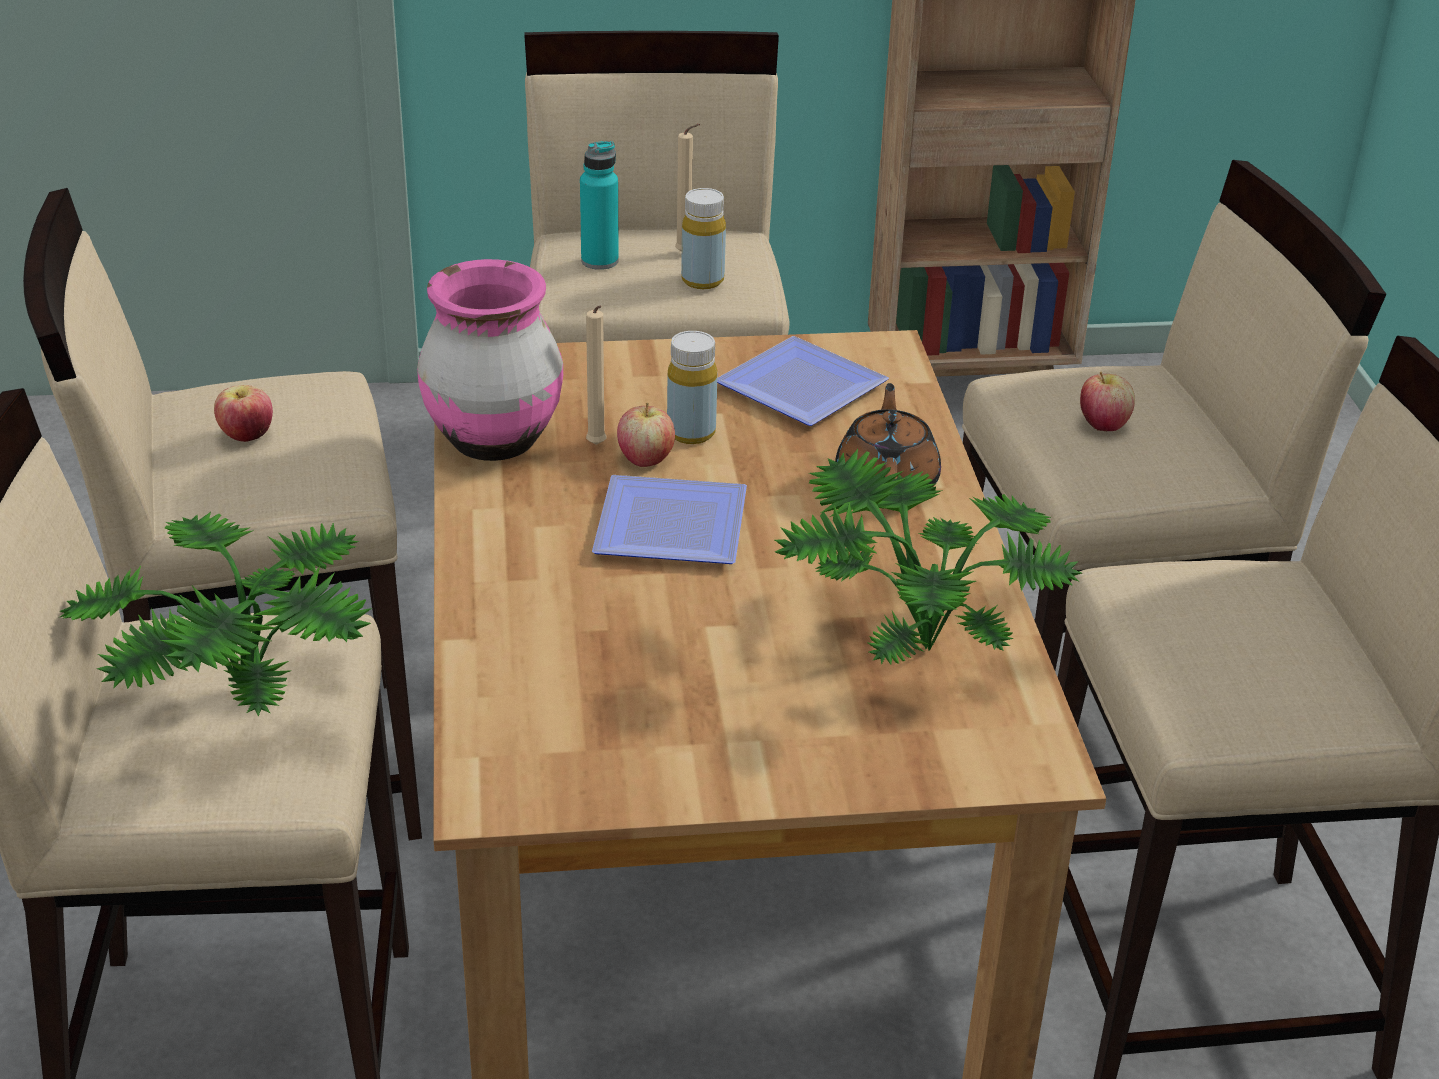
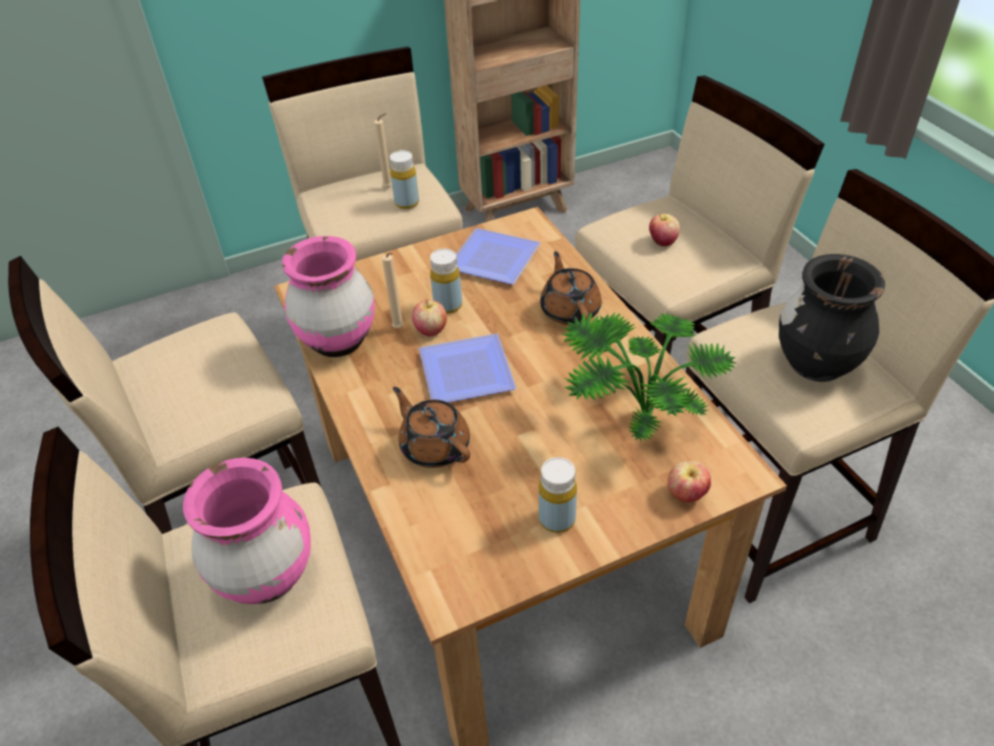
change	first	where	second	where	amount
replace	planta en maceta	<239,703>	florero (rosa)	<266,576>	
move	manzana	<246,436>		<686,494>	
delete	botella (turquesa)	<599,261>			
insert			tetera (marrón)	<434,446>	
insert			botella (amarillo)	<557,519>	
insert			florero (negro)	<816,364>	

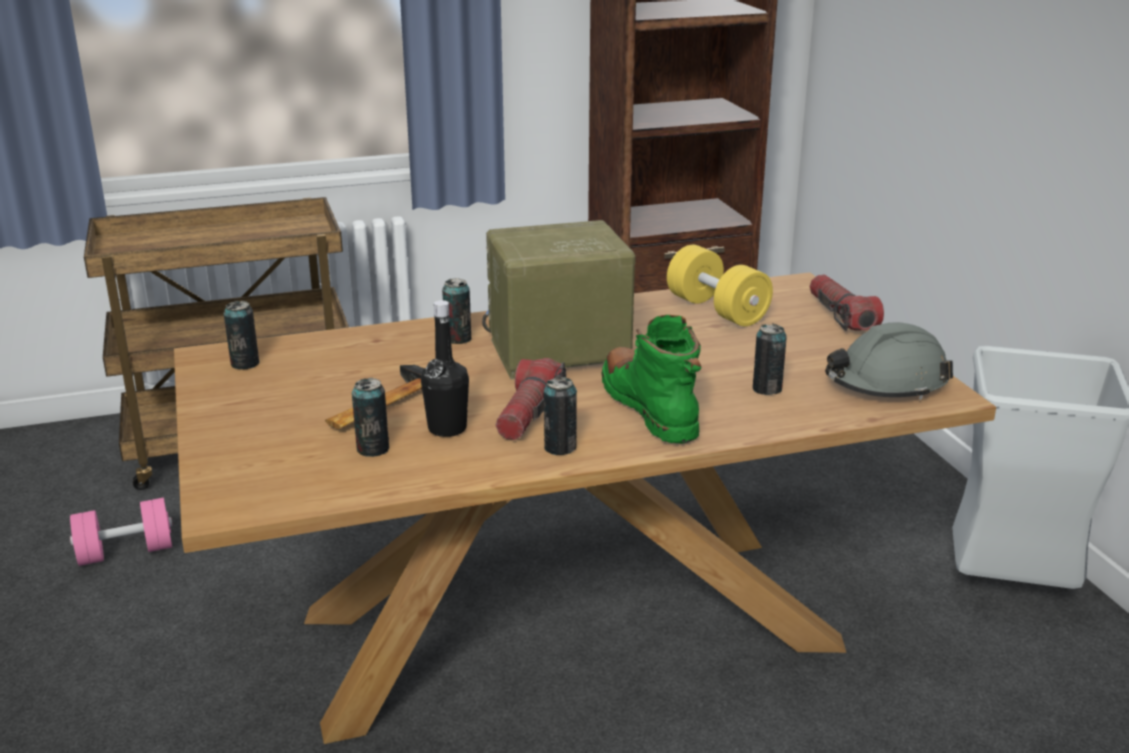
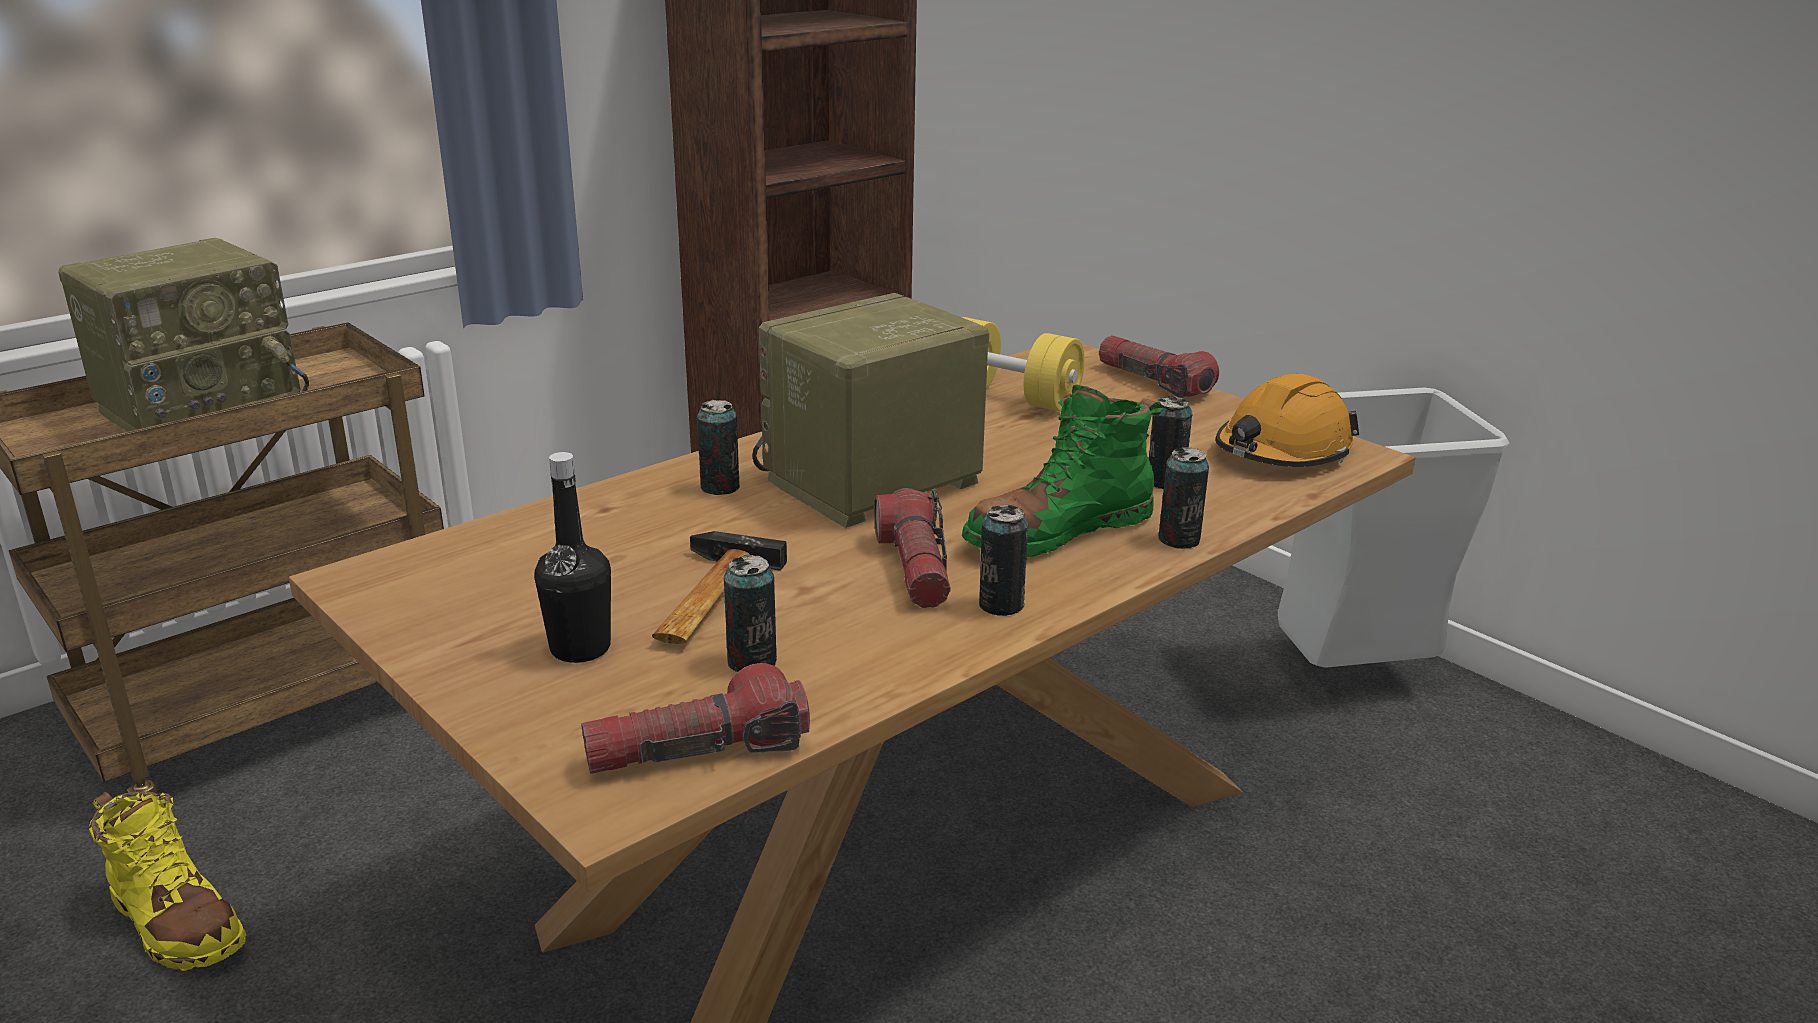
change	first	where	second	where	amount
replace	mancuerna (rosa)	<126,552>	bota (amarillo)	<176,924>	
move	lata	<245,364>		<1179,539>	
move	botella (negro)	<447,428>		<580,648>	
rotate	bota (verde)	<650,409>		<1058,532>	75 degrees counterclockwise
recolor	casco (gris)	<886,383>	casco (naranja)	<1282,451>	
insert			radio	<202,406>	
insert			linterna	<698,752>	

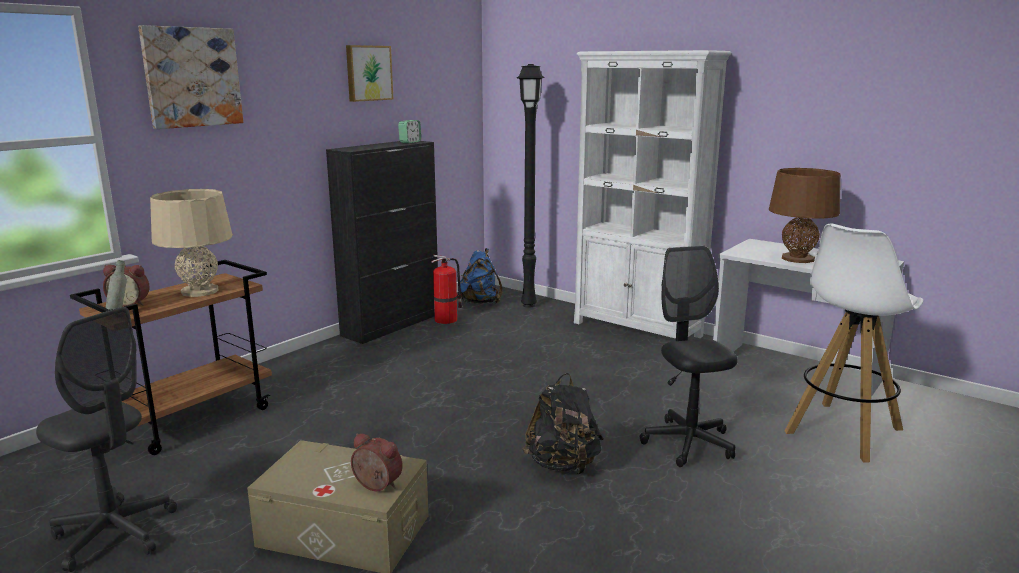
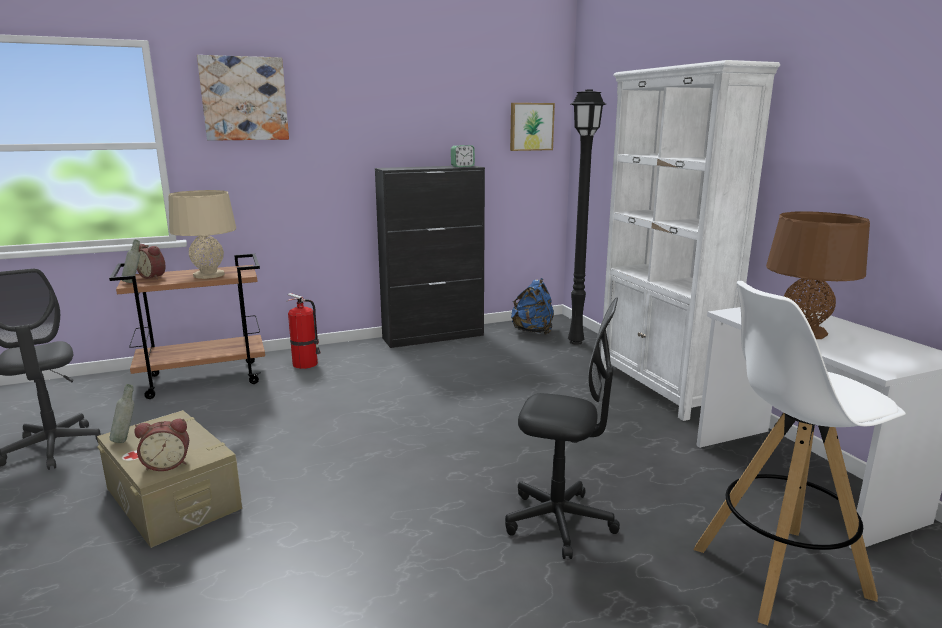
change	first	where	second	where	amount
move	cuadro	<368,73>		<531,126>	
rotate	despertador	<375,486>		<167,464>	105 degrees clockwise
move	extintor	<447,319>		<306,364>	
delete	mochila (negro)	<563,465>			
rotate	silla de oficina (negro)	<688,443>		<559,522>	90 degrees clockwise
insert			botella (gris)	<126,439>	

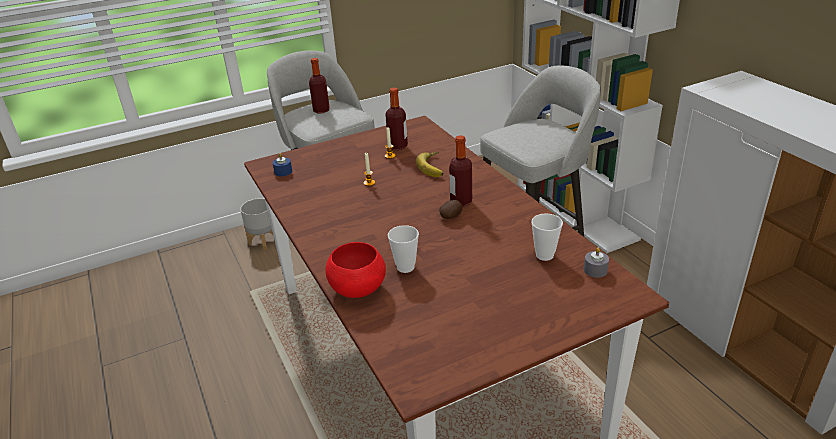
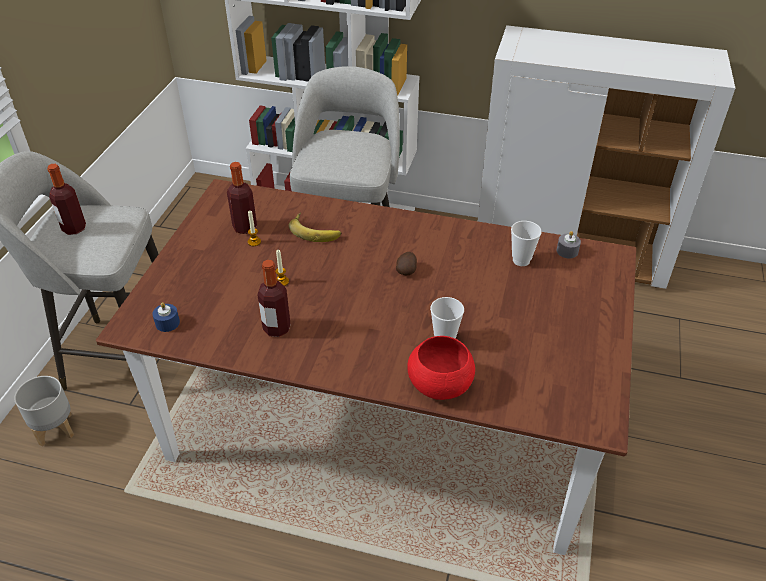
change	first	where	second	where	amount
move	botella	<461,201>		<276,328>	

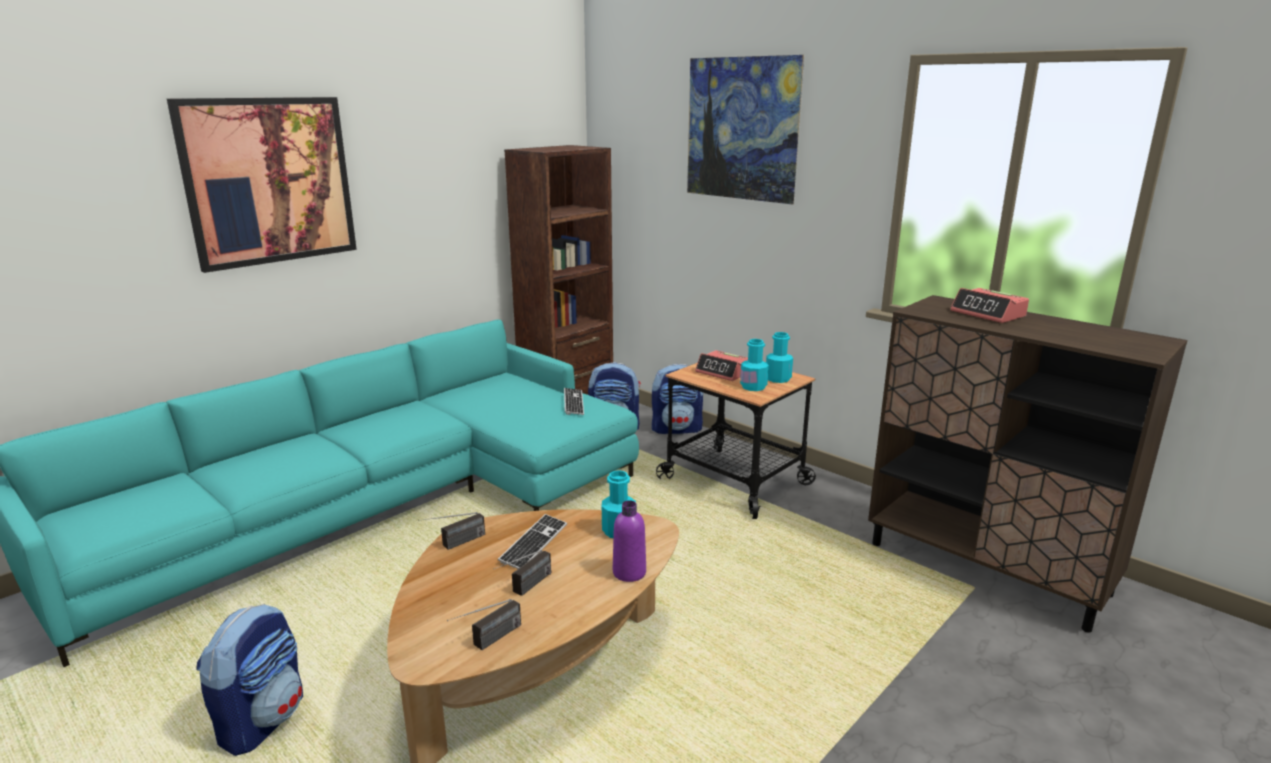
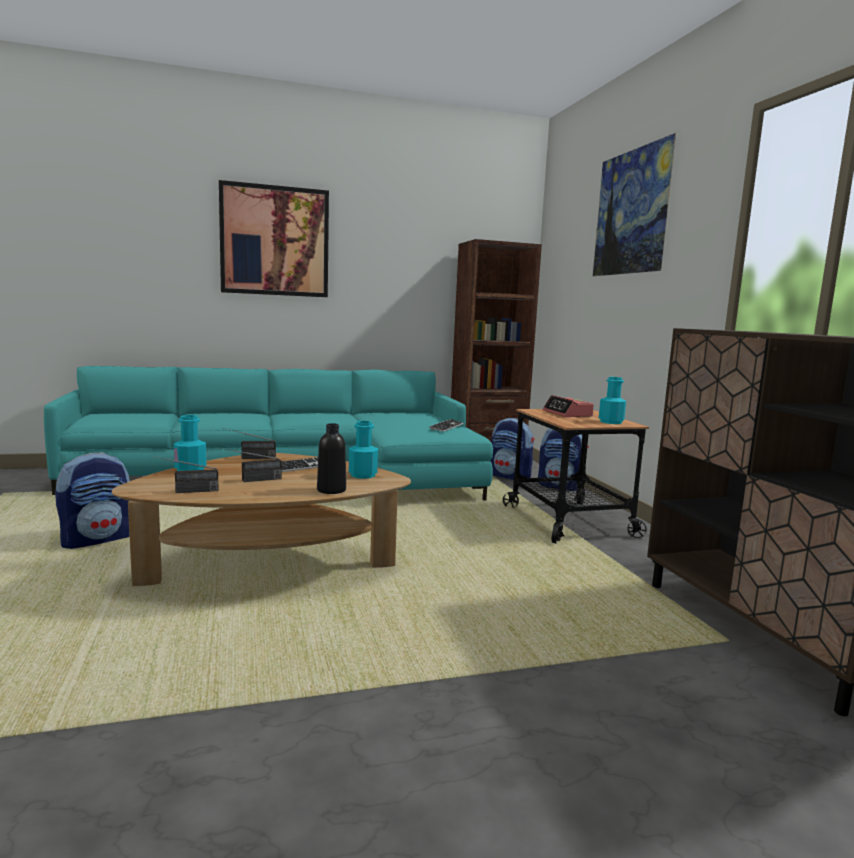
change	first	where	second	where	amount
recolor	botella (morado)	<629,572>	botella (negro)	<331,490>	
move	botella (turquesa)	<753,387>		<190,470>	
delete	despertador	<988,314>			

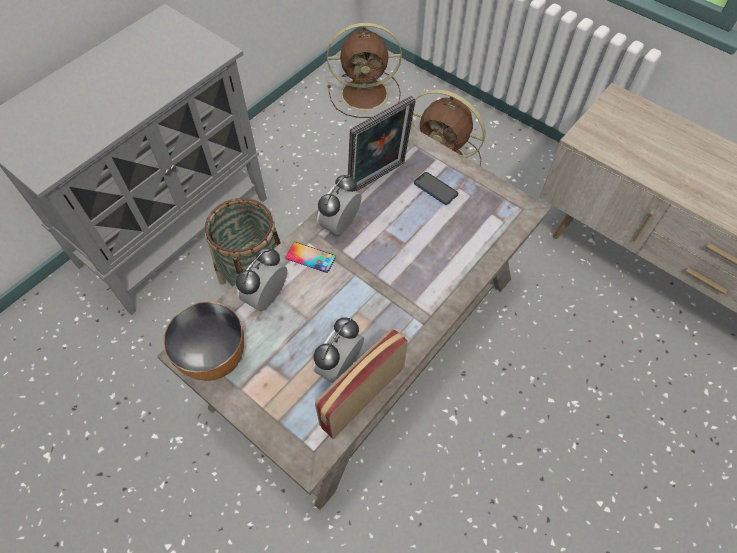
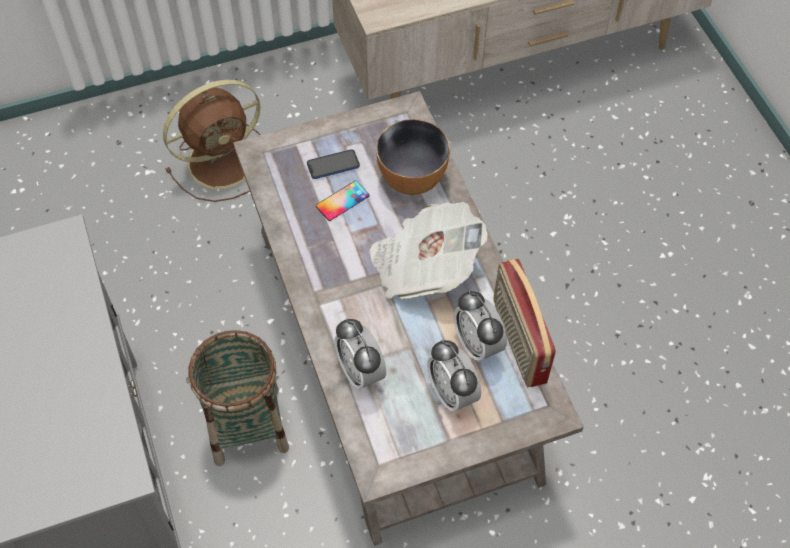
change	first	where	second	where	amount
move	cuenco	<215,358>		<412,178>	
move	móvil	<310,257>		<342,201>	
move	despertador	<340,225>		<452,393>	
delete	ventilador (marrón)	<366,94>			
delete	portarretratos	<378,179>			
insert			periódico	<424,266>	

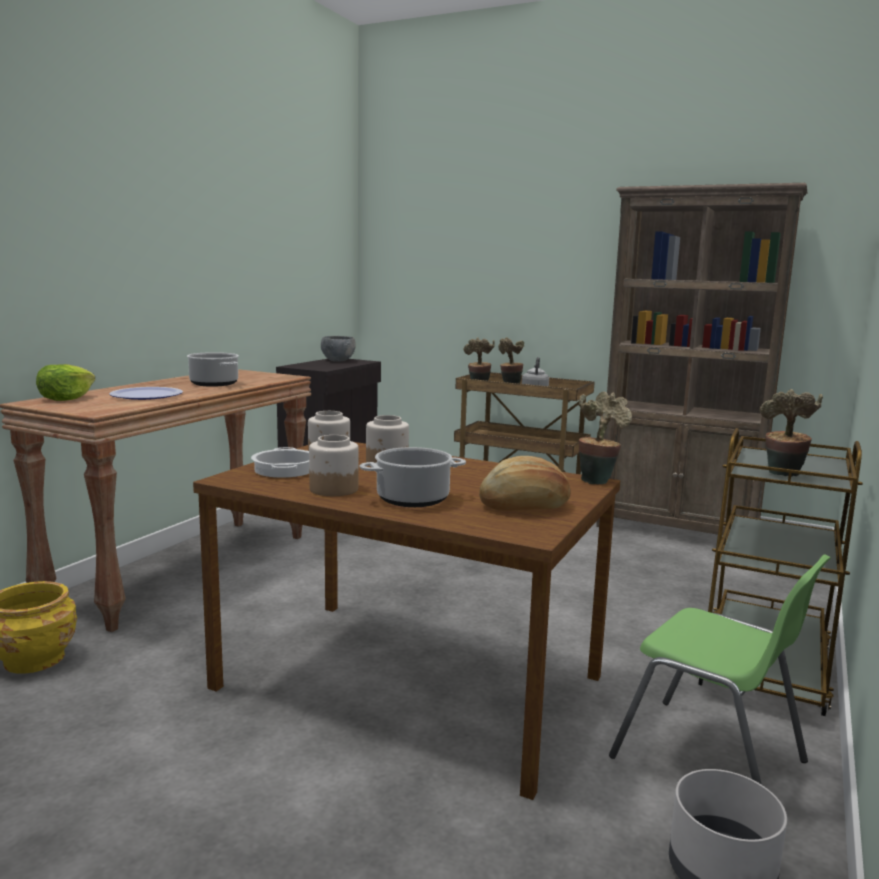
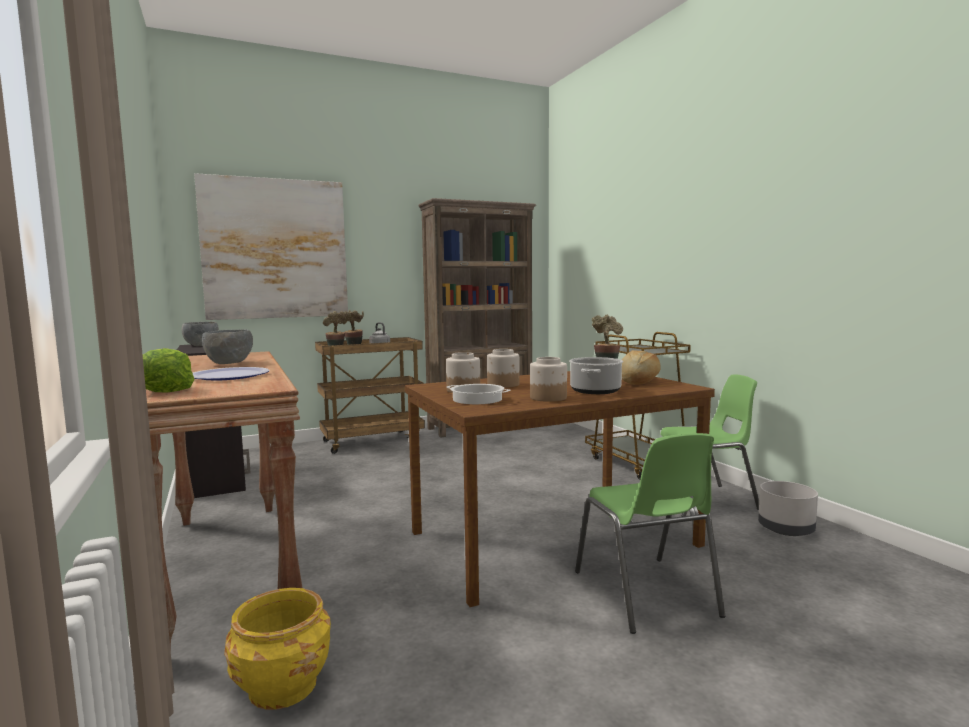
change	first	where	second	where	amount
replace	olla	<214,384>	cuenco (gris)	<230,363>	
delete	planta en maceta	<783,476>			
insert			cuadro	<275,249>	
insert			silla (verde)	<646,594>	

